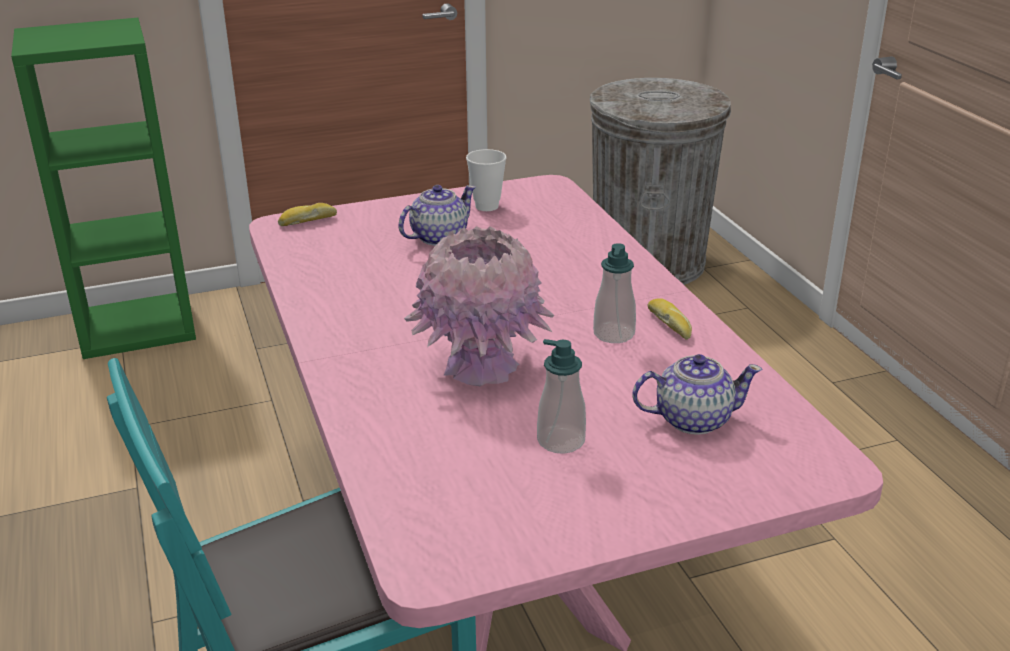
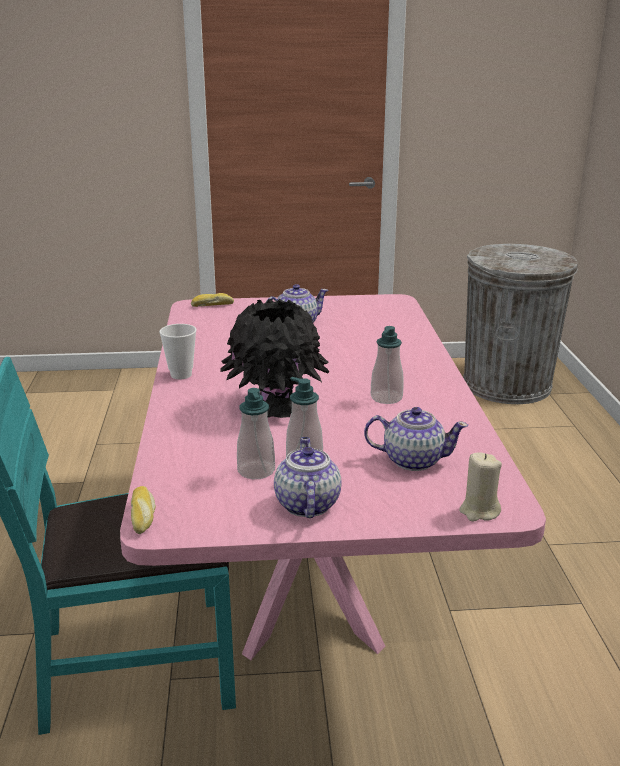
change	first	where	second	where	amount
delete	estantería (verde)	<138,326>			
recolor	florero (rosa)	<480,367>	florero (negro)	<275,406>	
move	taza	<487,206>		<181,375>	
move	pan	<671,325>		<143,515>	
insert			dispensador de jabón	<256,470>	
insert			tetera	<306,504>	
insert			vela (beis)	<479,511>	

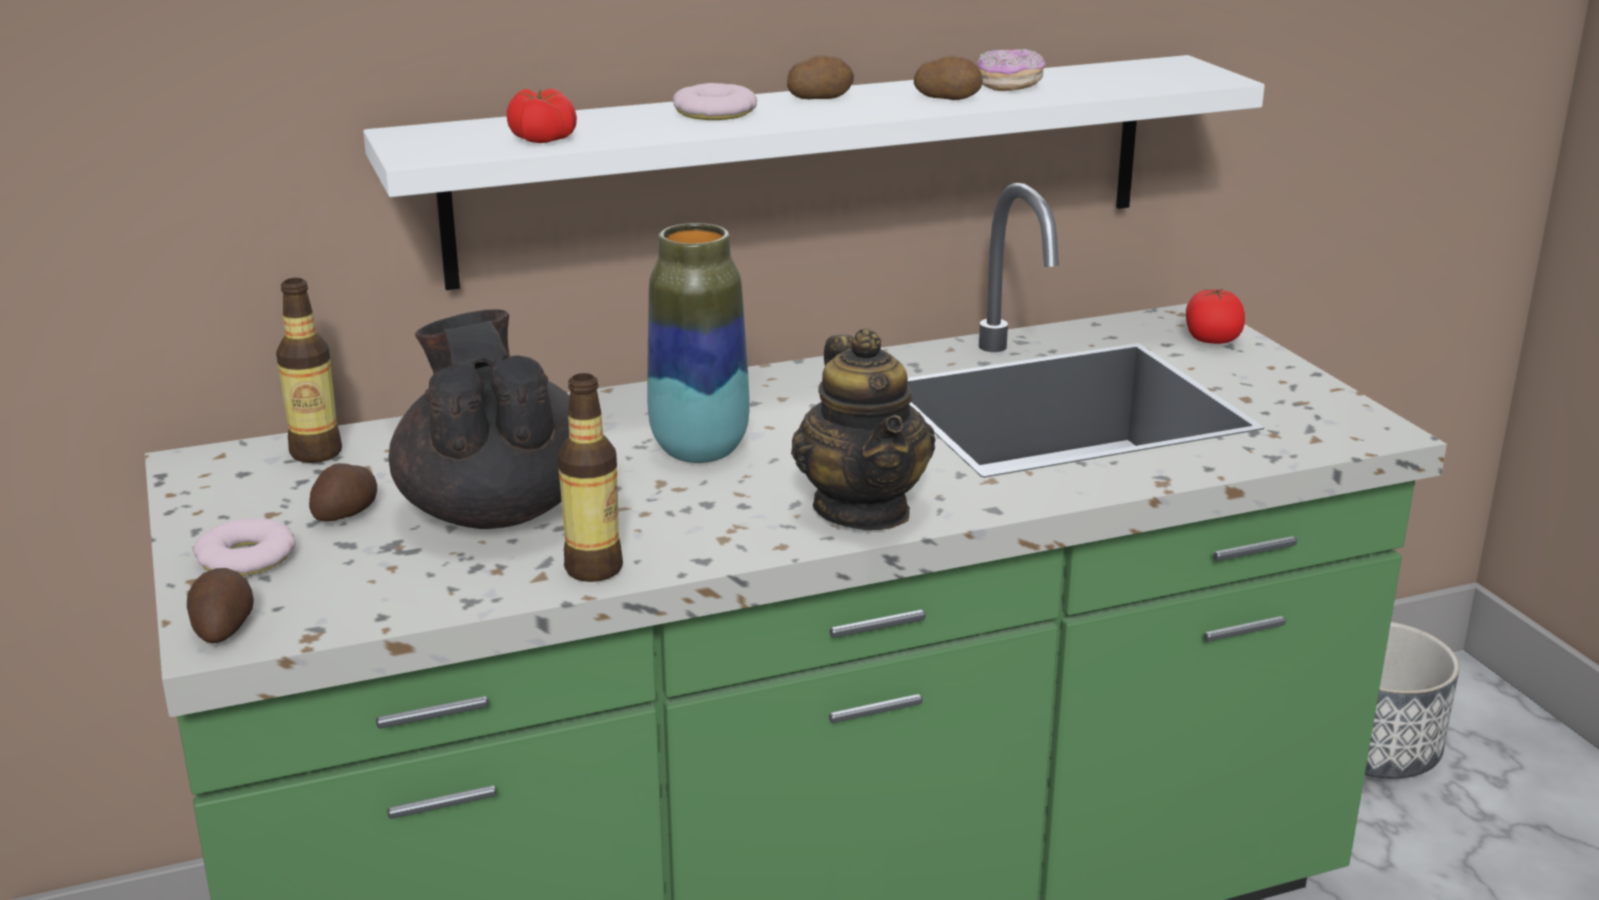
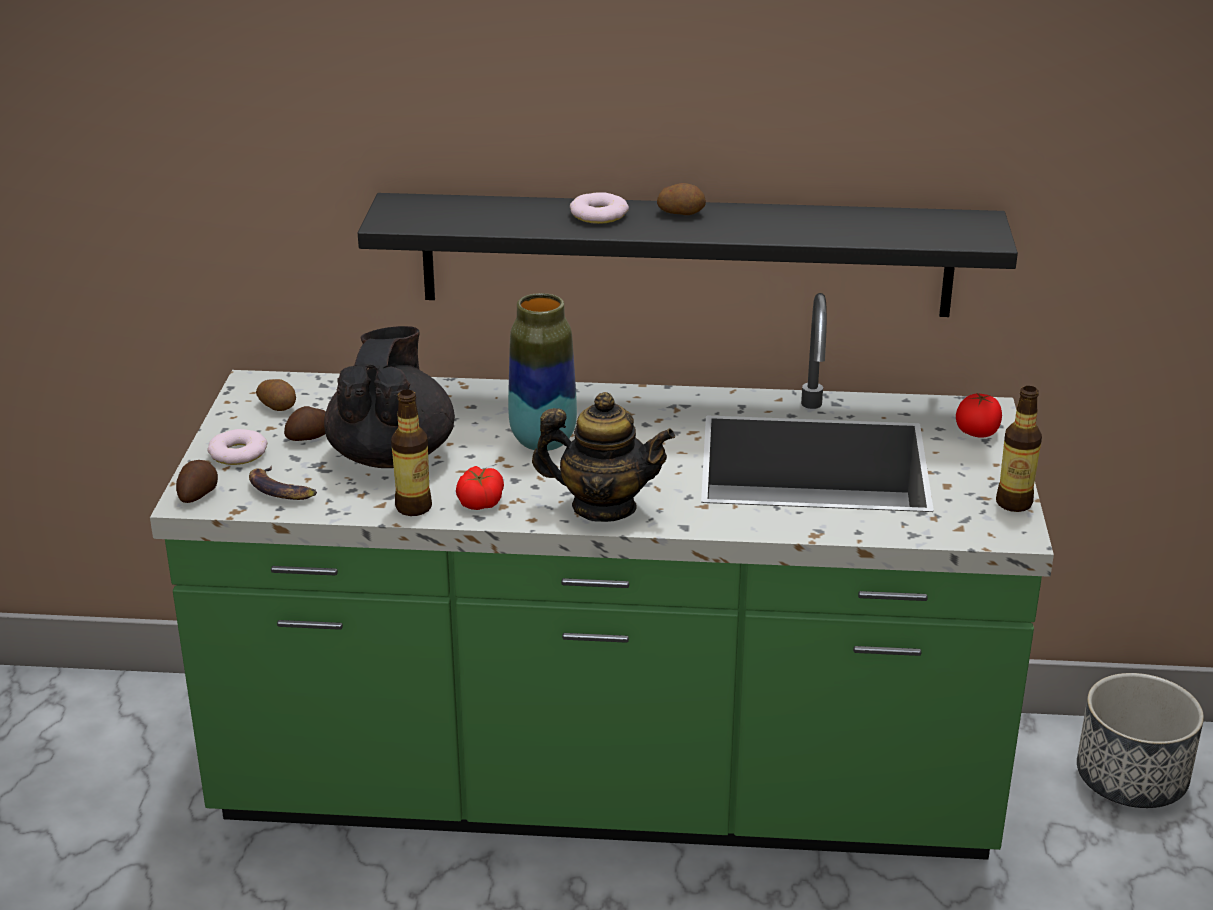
change	first	where	second	where	amount
move	botella	<316,453>		<1014,503>	
recolor	estante (blanco)	<809,168>	estante (negro)	<686,254>	
move	tomate	<542,138>		<480,501>	
rotate	tetera	<863,510>		<603,507>	90 degrees counterclockwise
move	patata	<948,98>		<278,406>	
delete	rosquilla	<1009,86>			
insert			plátano	<281,490>	

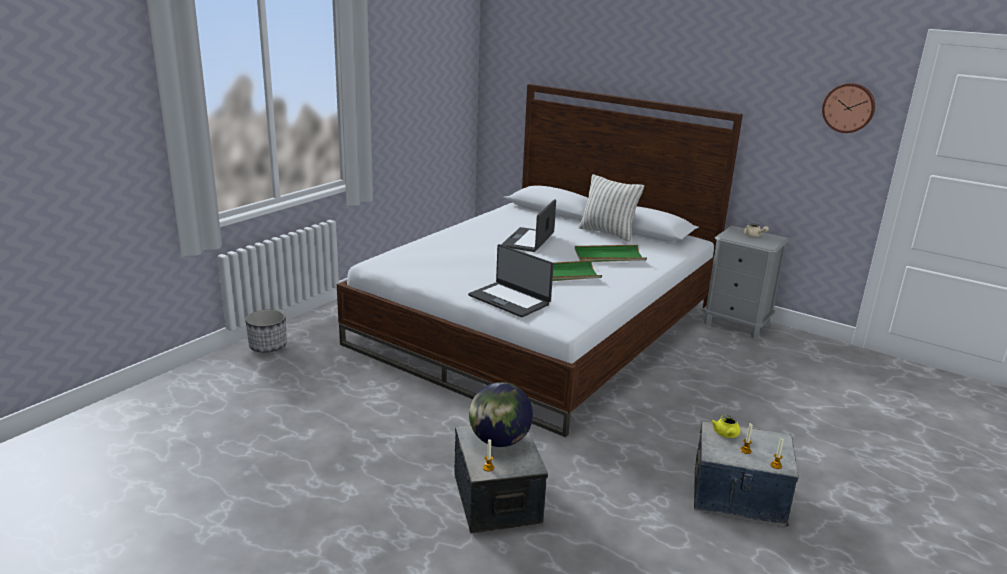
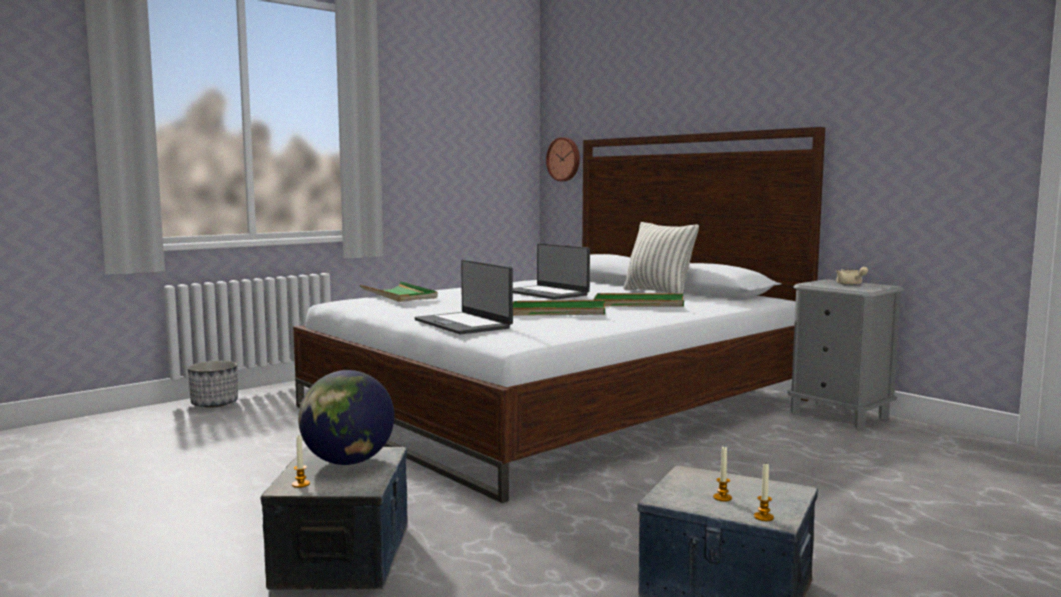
change	first	where	second	where	amount
rotate	portátil	<529,240>		<547,293>	75 degrees counterclockwise
delete	tetera (amarillo)	<726,435>			
move	reloj de pared	<849,107>		<564,159>	
insert			bandeja (verde)	<399,295>	

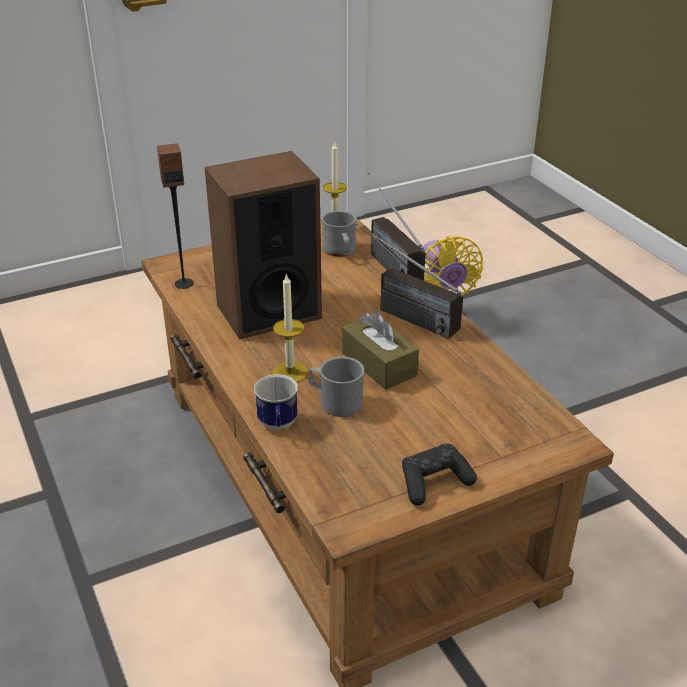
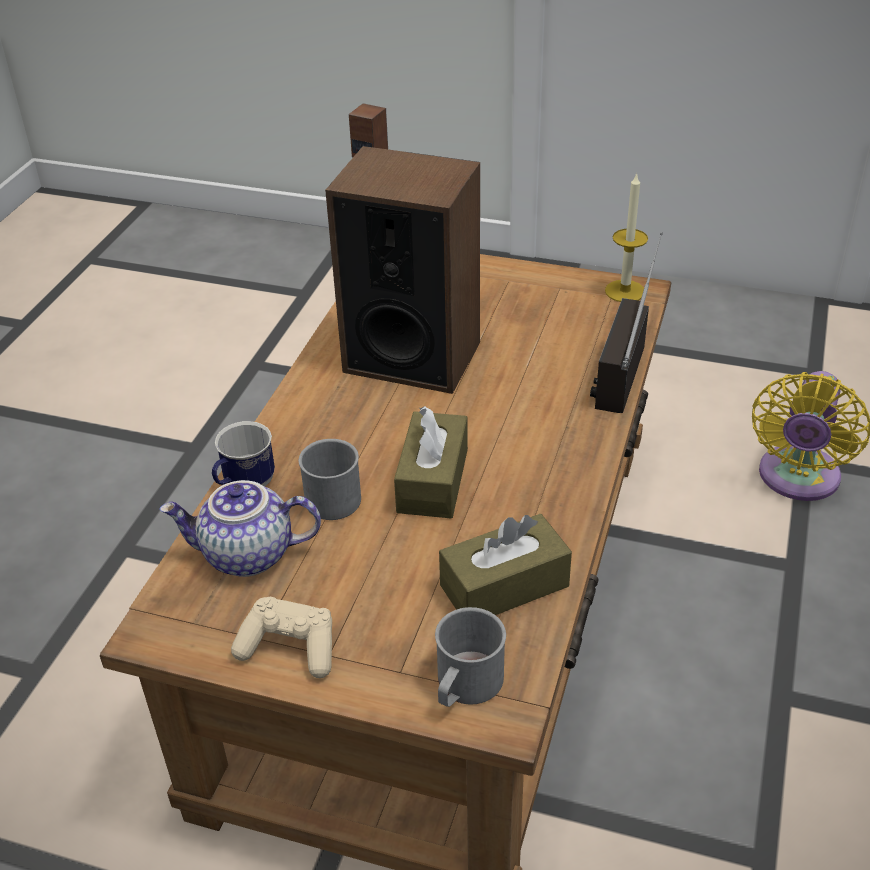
change	first	where	second	where	amount
delete	vela	<290,372>			
move	taza grande (gris)	<340,251>		<465,687>	
delete	radio	<399,313>			
recolor	mando de consola (negro)	<434,483>	mando de consola (beis)	<290,648>	
insert			tetera	<247,556>	
insert			caja de pañuelos (marrón)	<504,586>	

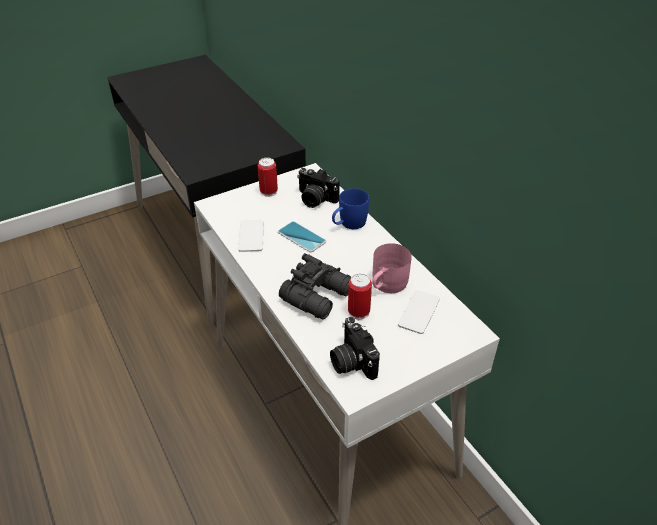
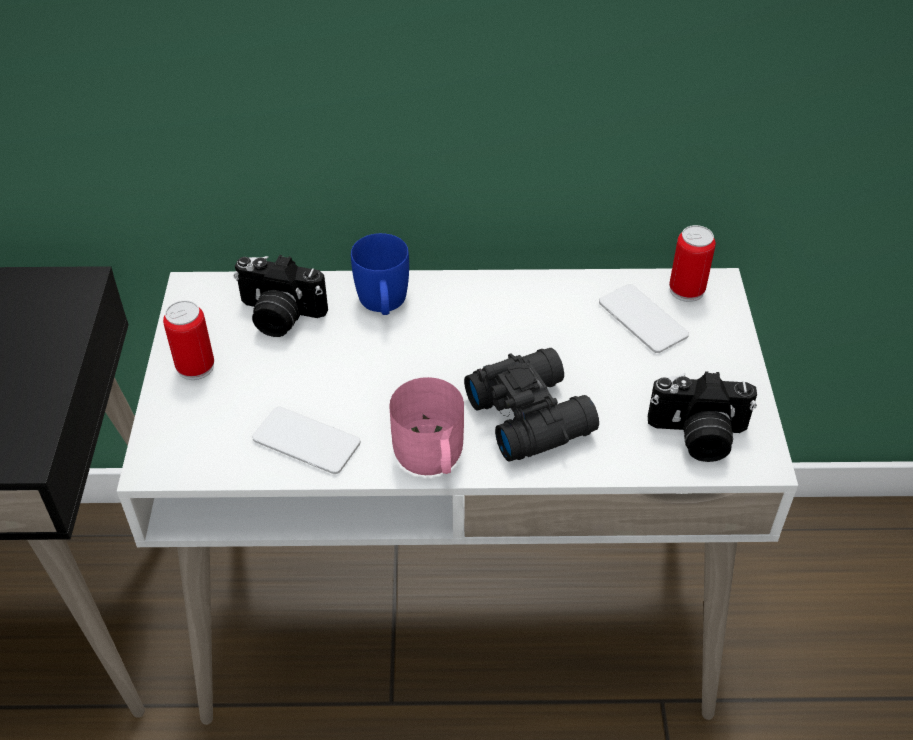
change	first	where	second	where	amount
delete	móvil	<301,237>			
rotate	cámara	<315,199>		<279,316>	45 degrees clockwise
move	lata	<358,311>		<686,290>	
move	taza grande (rosa)	<386,284>		<430,457>	

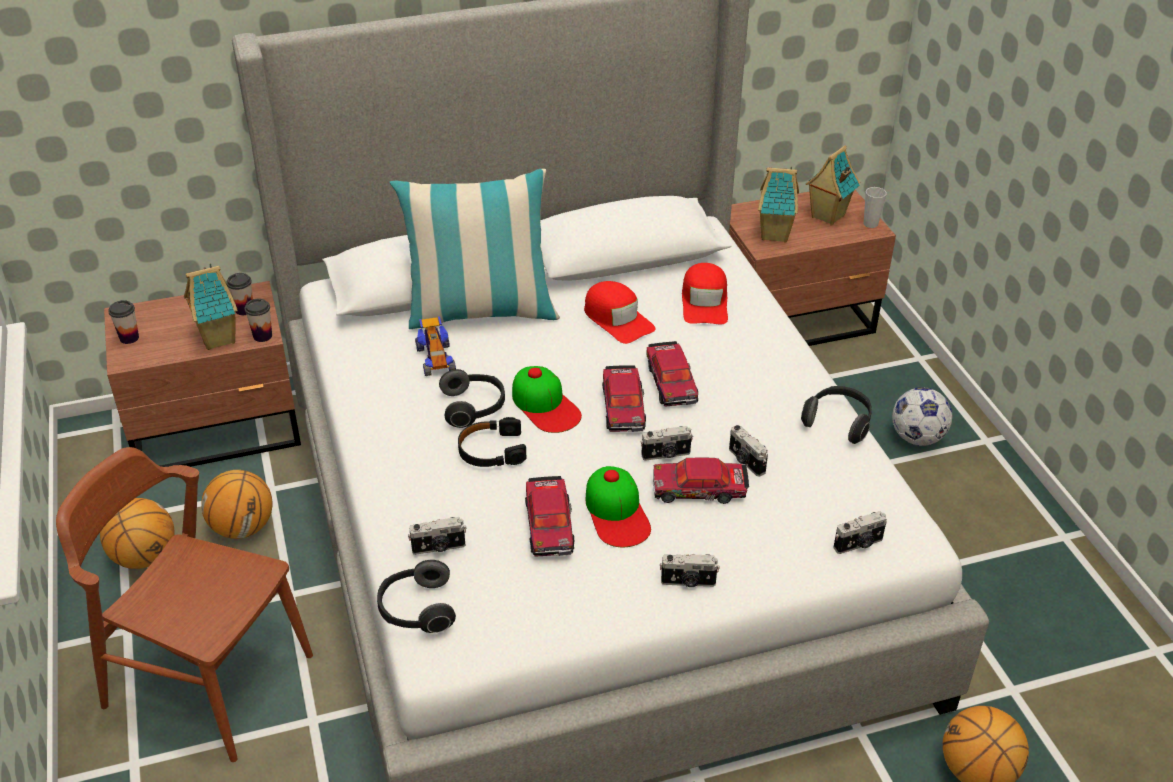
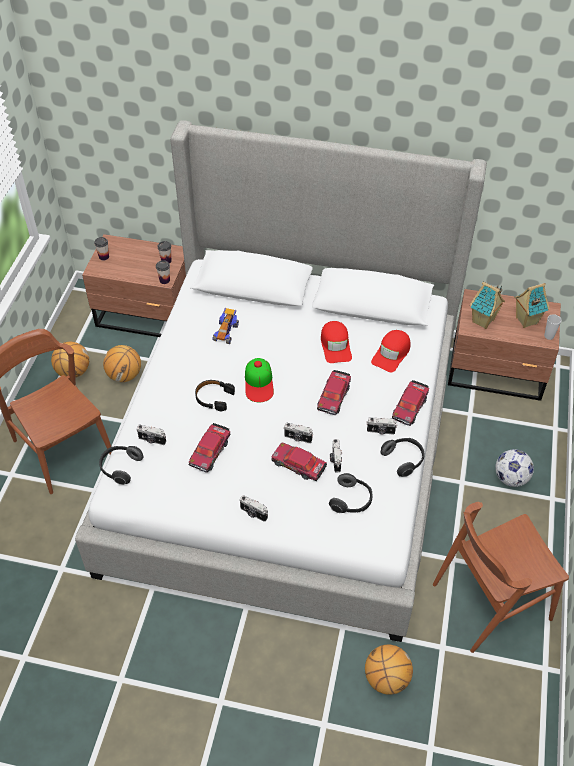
change	first	where	second	where	amount
delete	casita	<219,339>			
delete	cojín	<480,312>			
move	auriculares	<474,408>		<351,500>	
delete	gorra	<617,512>			
move	coche de juguete	<623,406>		<410,406>	
move	cámara	<859,544>		<380,431>	
insert			silla (marrón)	<491,601>	

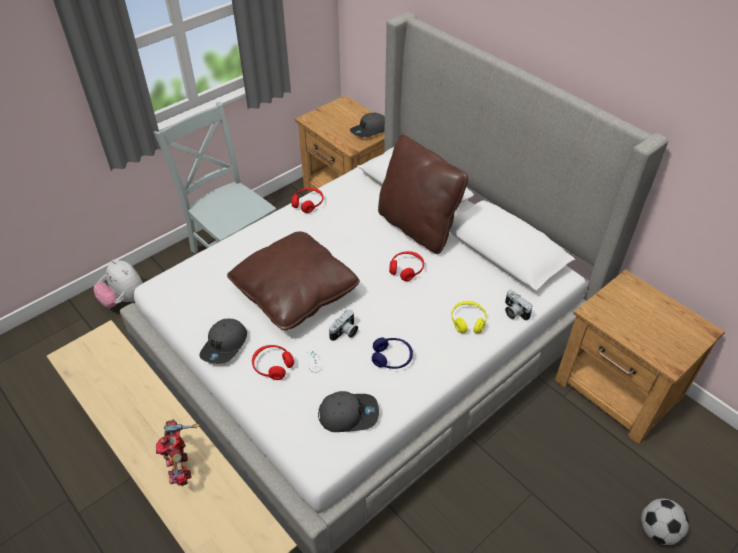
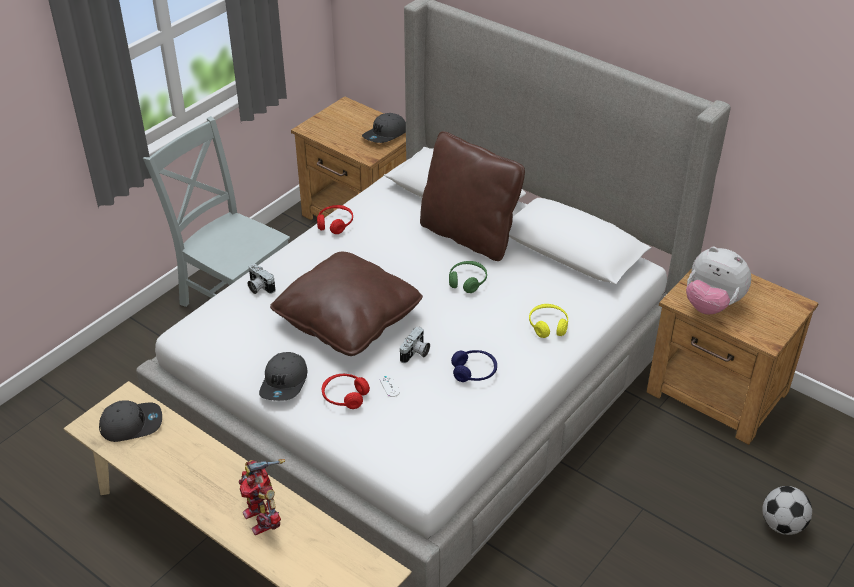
change	first	where	second	where	amount
move	peluche	<124,300>		<711,305>	
move	gorra (gris)	<348,414>		<131,424>	
recolor	auriculares (rojo)	<406,269>	auriculares (verde)	<467,281>	
move	cámara	<514,312>		<259,287>	

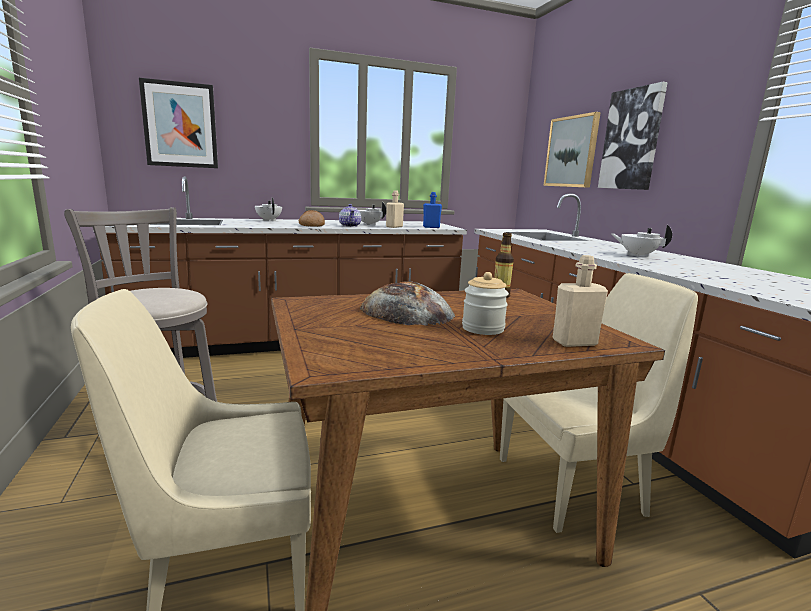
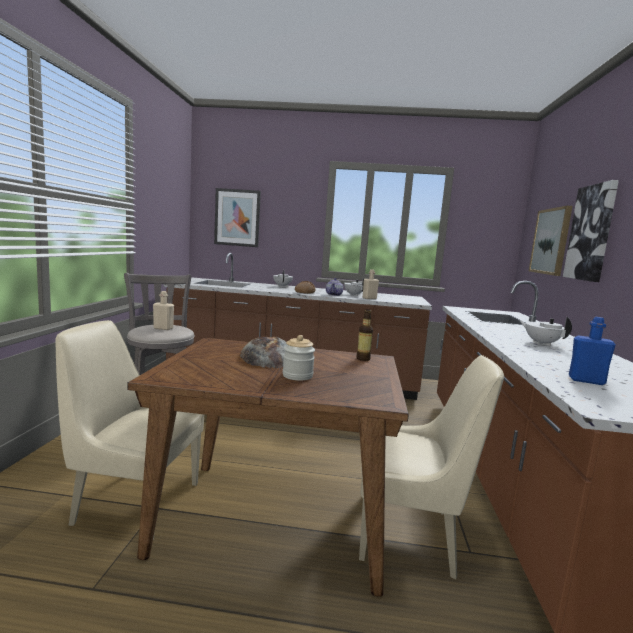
change	first	where	second	where	amount
move	botella (azul)	<431,227>		<586,380>	
move	botella (beis)	<574,342>		<163,328>	

